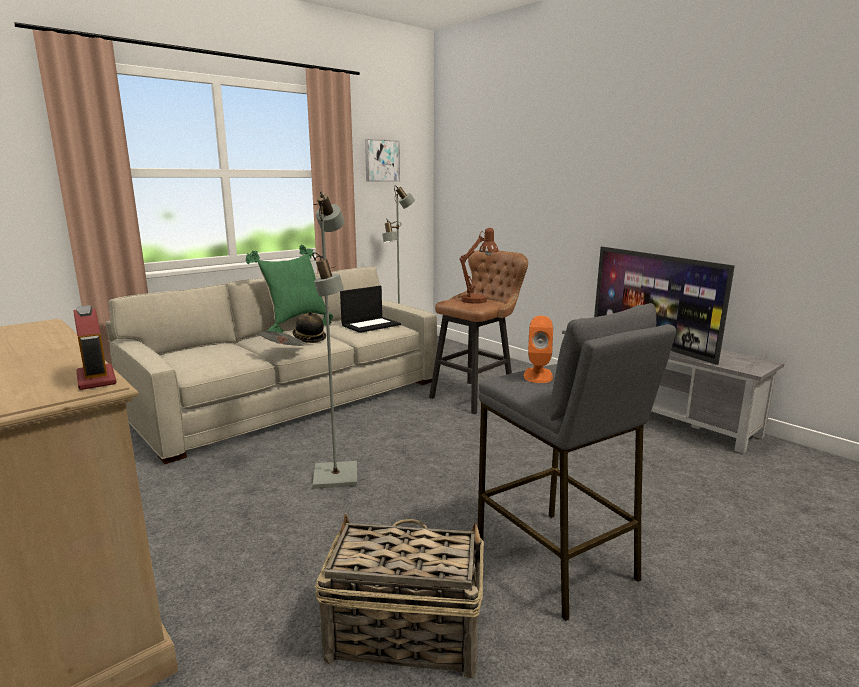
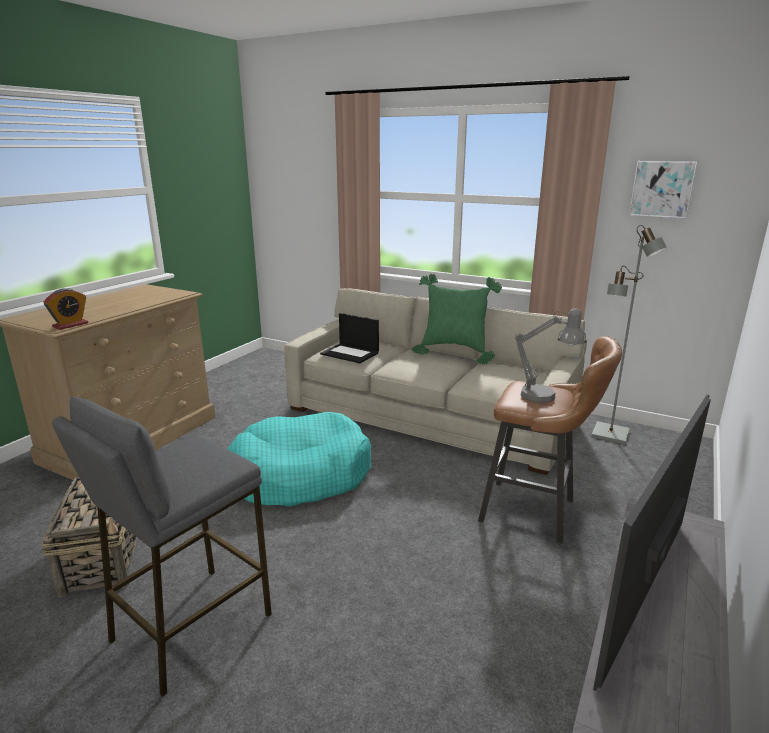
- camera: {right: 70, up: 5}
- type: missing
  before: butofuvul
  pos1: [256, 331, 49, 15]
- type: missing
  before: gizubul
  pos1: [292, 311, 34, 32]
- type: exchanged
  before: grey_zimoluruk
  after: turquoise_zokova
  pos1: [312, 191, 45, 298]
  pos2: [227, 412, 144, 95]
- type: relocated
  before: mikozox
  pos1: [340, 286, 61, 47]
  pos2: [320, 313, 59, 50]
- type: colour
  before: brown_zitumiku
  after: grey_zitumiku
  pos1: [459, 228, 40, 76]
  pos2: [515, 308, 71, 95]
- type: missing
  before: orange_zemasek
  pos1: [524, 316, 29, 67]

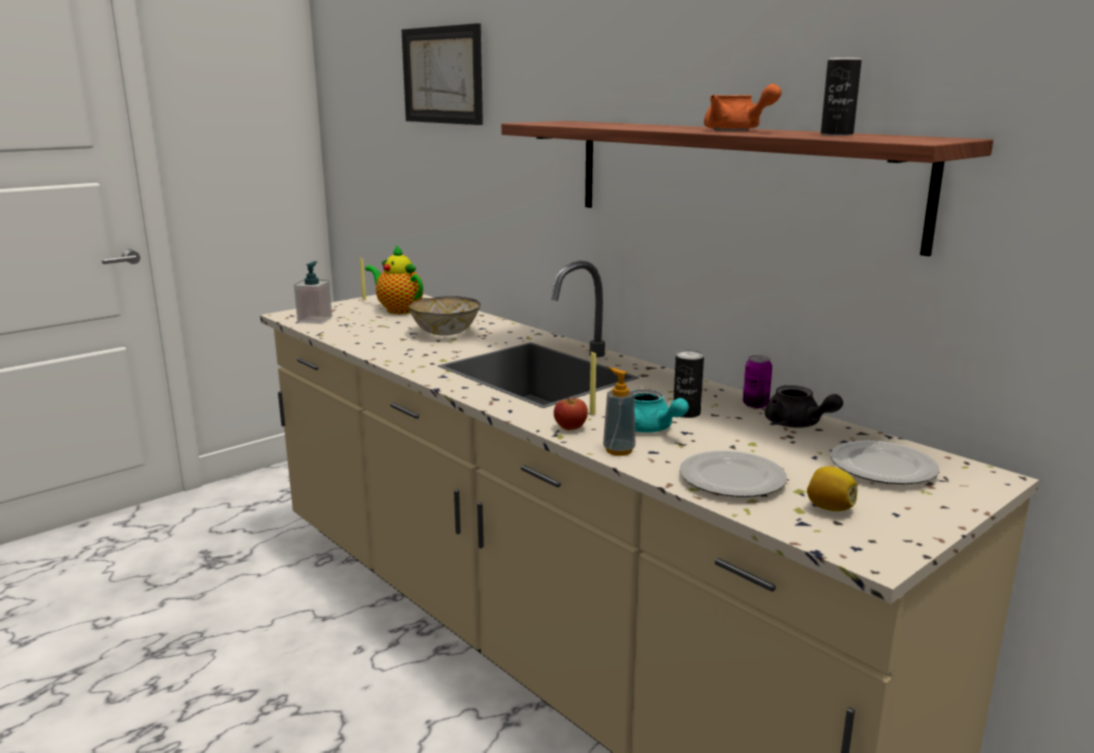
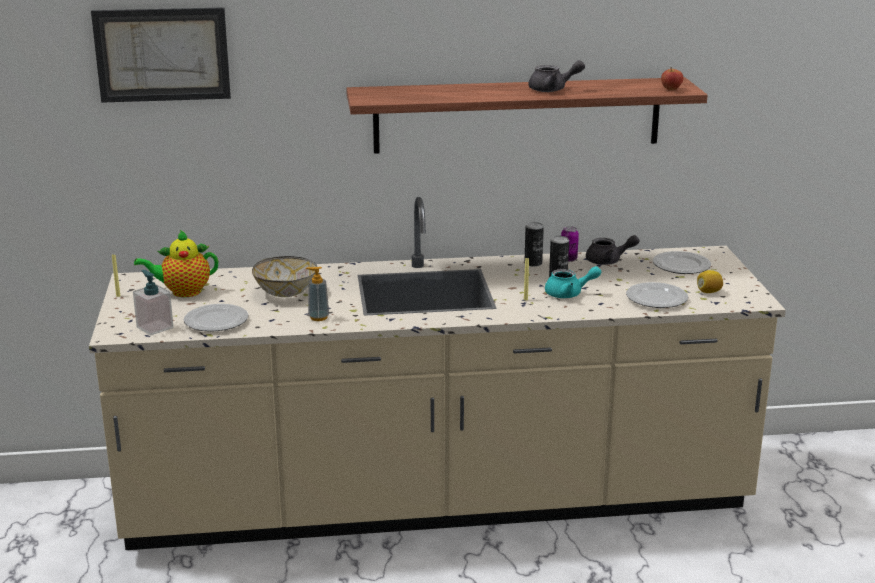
- camera: {right: -55, up: 5}
- type: relocated
  before: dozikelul
  pos1: [554, 395, 34, 35]
  pos2: [661, 68, 22, 22]
- type: relocated
  before: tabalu
  pos1: [603, 368, 32, 88]
  pos2: [306, 267, 23, 54]
- type: colour
  before: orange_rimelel
  after: grey_rimelel
  pos1: [704, 84, 78, 47]
  pos2: [529, 60, 56, 32]
- type: relocated
  before: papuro
  pos1: [821, 57, 41, 79]
  pos2: [524, 222, 20, 45]
- type: appeared
  after: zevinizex
  pos2: [184, 304, 64, 28]

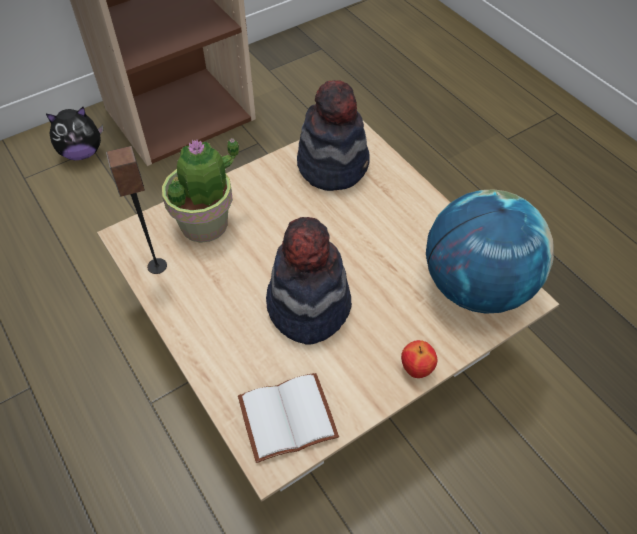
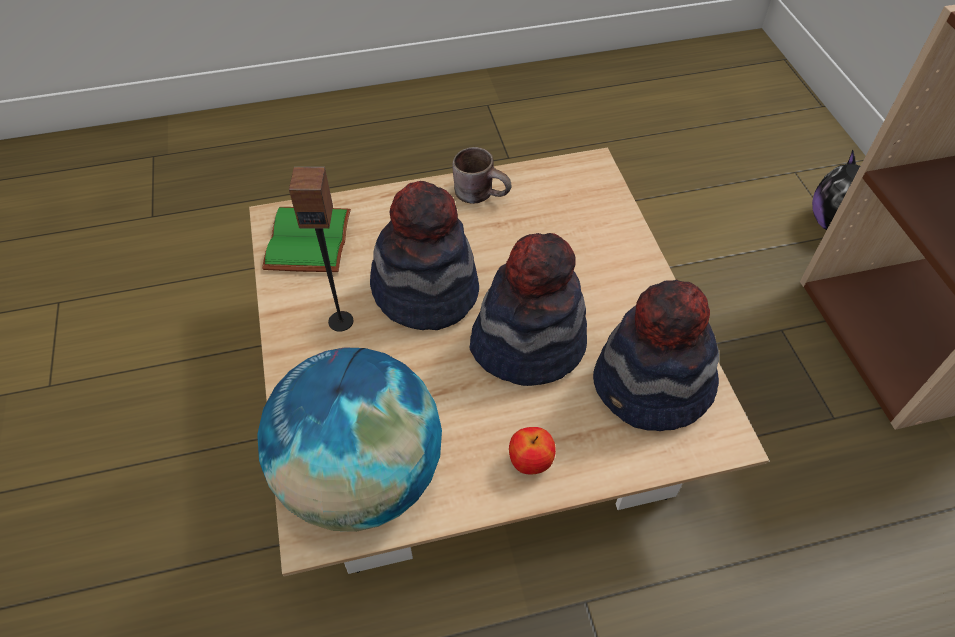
- camera: {right: 110, up: 0}
- type: relocated
  before: zemasek
  pos1: [106, 146, 61, 128]
  pos2: [289, 167, 64, 165]
- type: missing
  before: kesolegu
  pos1: [162, 138, 77, 105]
- type: colour
  before: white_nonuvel
  after: green_nonuvel
  pos1: [238, 373, 101, 90]
  pos2: [262, 207, 89, 65]
- type: relocated
  before: dozikelul
  pos1: [401, 340, 37, 38]
  pos2: [509, 427, 47, 47]
- type: appeared
  after: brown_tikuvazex
  pos2: [452, 147, 60, 57]
- type: appeared
  after: gizubul
  pos2: [470, 233, 117, 153]

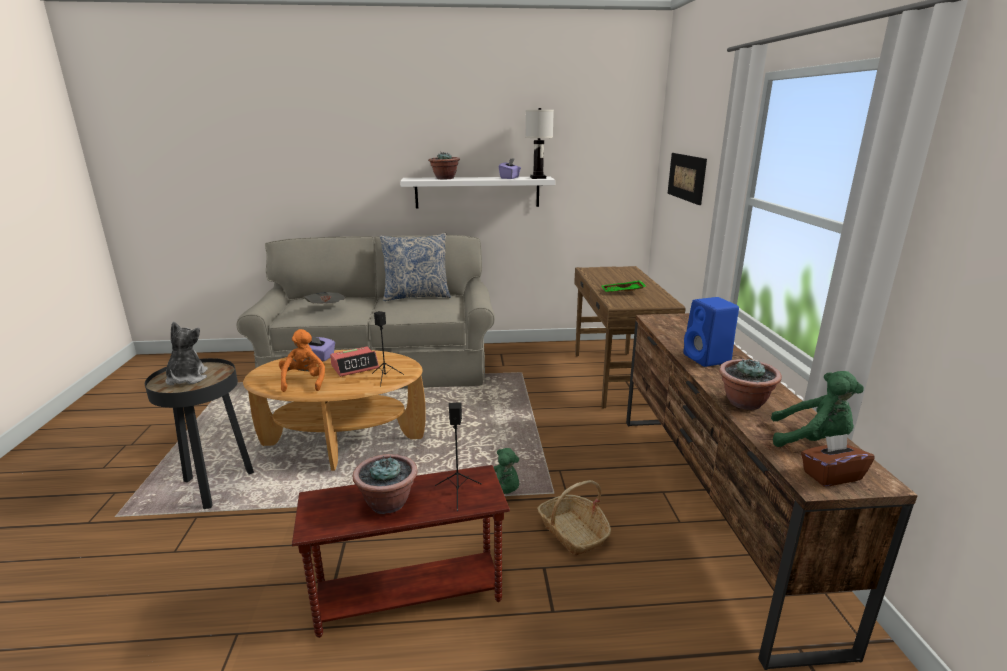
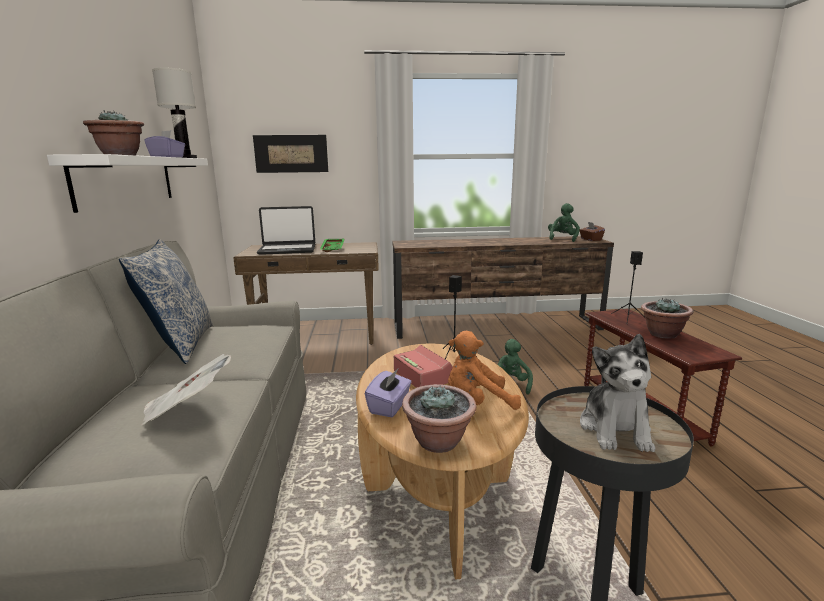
- camera: {right: -90, up: -5}
- type: spun
  before: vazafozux
  pos1: [166, 321, 42, 64]
  pos2: [580, 334, 75, 118]
  turn: -75
- type: missing
  before: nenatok
  pos1: [537, 480, 74, 75]
- type: missing
  before: blue_zemasek
  pos1: [683, 297, 56, 70]
- type: relocated
  before: kesolegu
  pos1: [719, 358, 63, 52]
  pos2: [402, 384, 74, 69]
- type: appeared
  after: mikozox
  pos2: [257, 206, 58, 49]

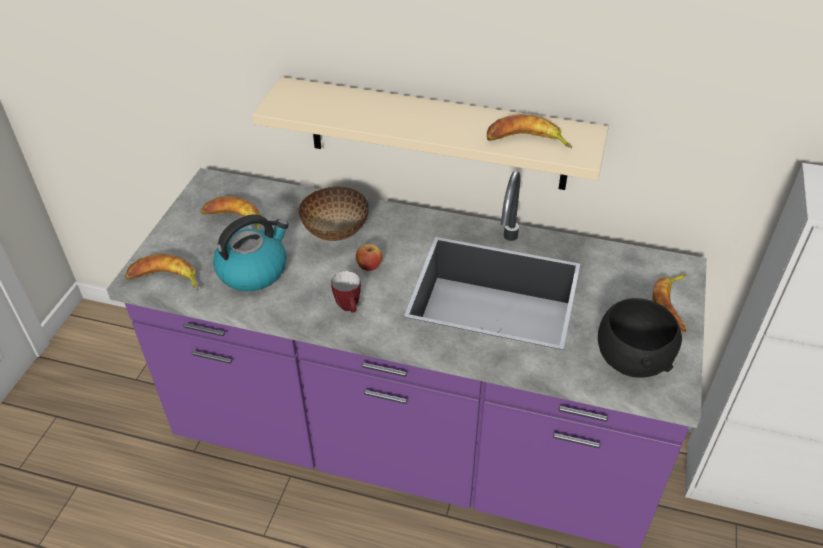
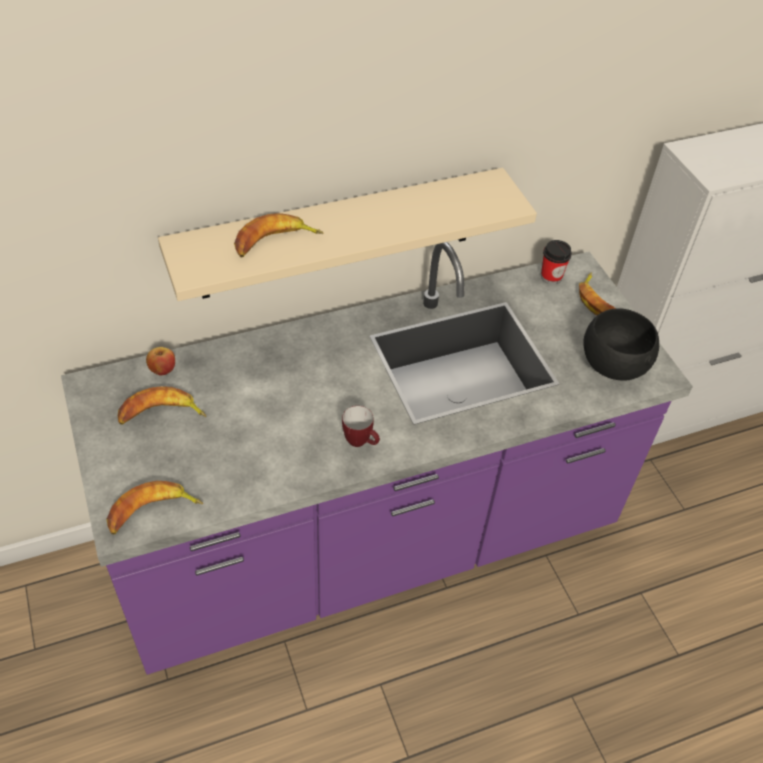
- camera: {right: -40, up: 5}
- type: missing
  before: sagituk
  pos1: [213, 214, 76, 77]
- type: missing
  before: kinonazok
  pos1: [298, 186, 71, 55]
- type: relocated
  before: dozikelul
  pos1: [355, 244, 28, 27]
  pos2: [146, 347, 29, 29]
- type: relocated
  before: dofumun
  pos1: [487, 114, 85, 34]
  pos2: [234, 213, 90, 44]
- type: appeared
  after: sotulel
  pos2: [541, 240, 31, 45]

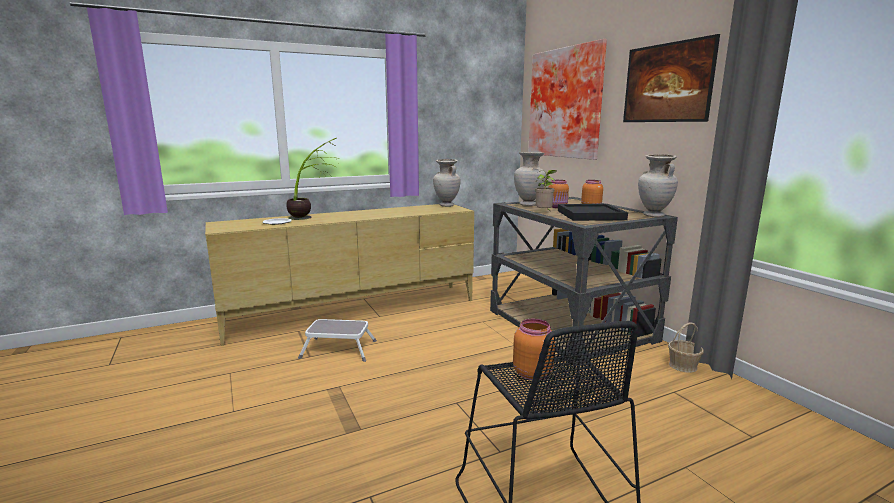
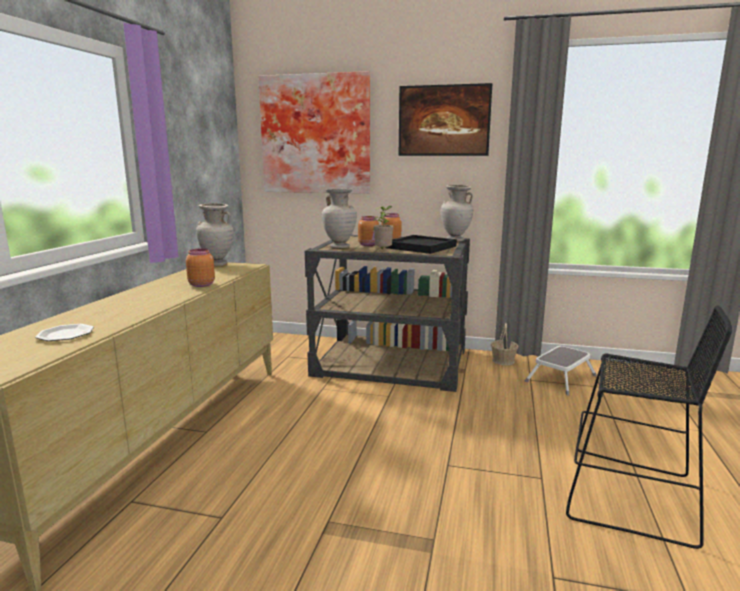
- camera: {right: -50, up: 0}
- type: missing
  before: kesolegu
  pos1: [286, 137, 55, 83]
- type: relocated
  before: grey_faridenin
  pos1: [298, 319, 79, 43]
  pos2: [525, 346, 72, 49]
- type: relocated
  before: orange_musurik
  pos1: [513, 319, 42, 61]
  pos2: [186, 248, 29, 39]

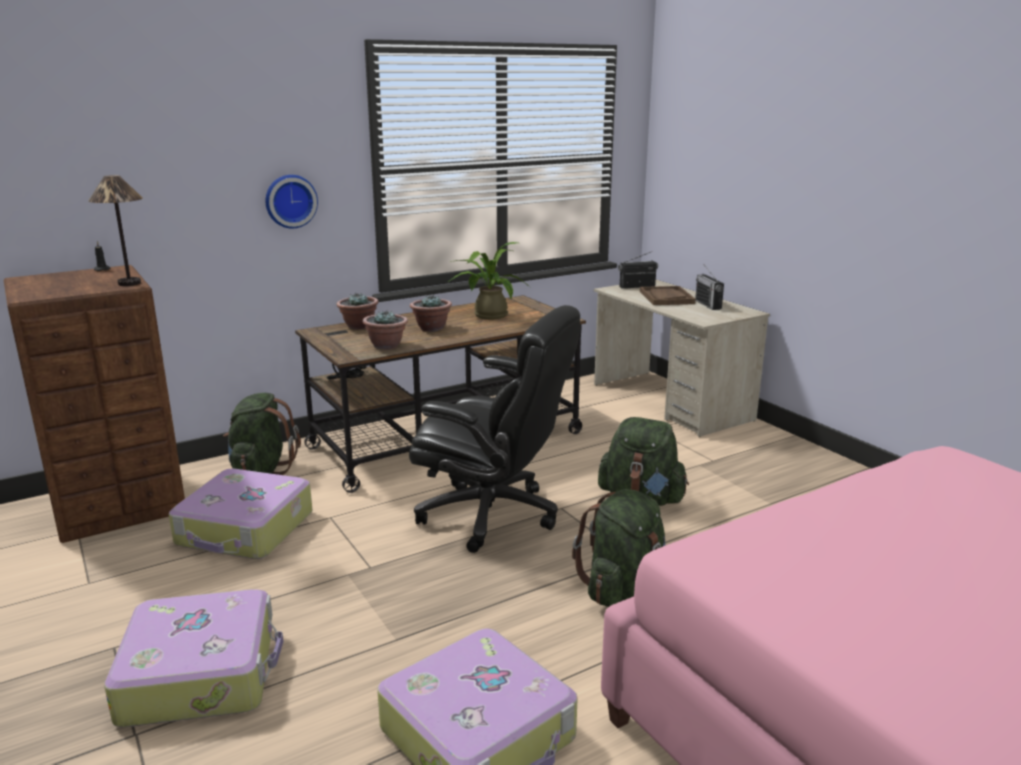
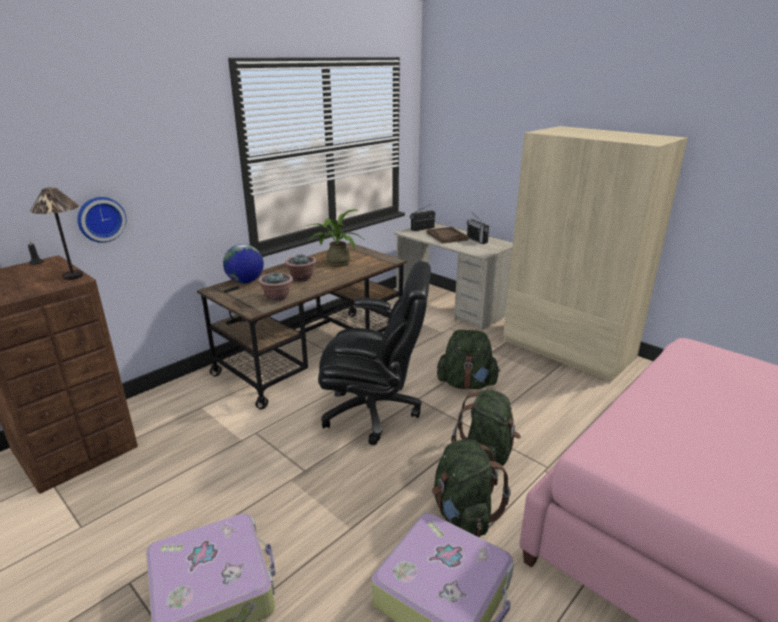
- camera: {right: -15, up: 5}
- type: missing
  before: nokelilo
  pos1: [169, 468, 143, 91]
- type: relocated
  before: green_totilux
  pos1: [223, 393, 78, 82]
  pos2: [432, 439, 79, 98]
- type: relocated
  before: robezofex
  pos1: [265, 175, 53, 54]
  pos2: [77, 197, 49, 46]
- type: exchanged
  before: kesolegu
  after: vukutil
  pos1: [336, 293, 43, 36]
  pos2: [223, 244, 41, 39]
- type: appeared
  after: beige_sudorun
  pos2: [503, 126, 185, 257]

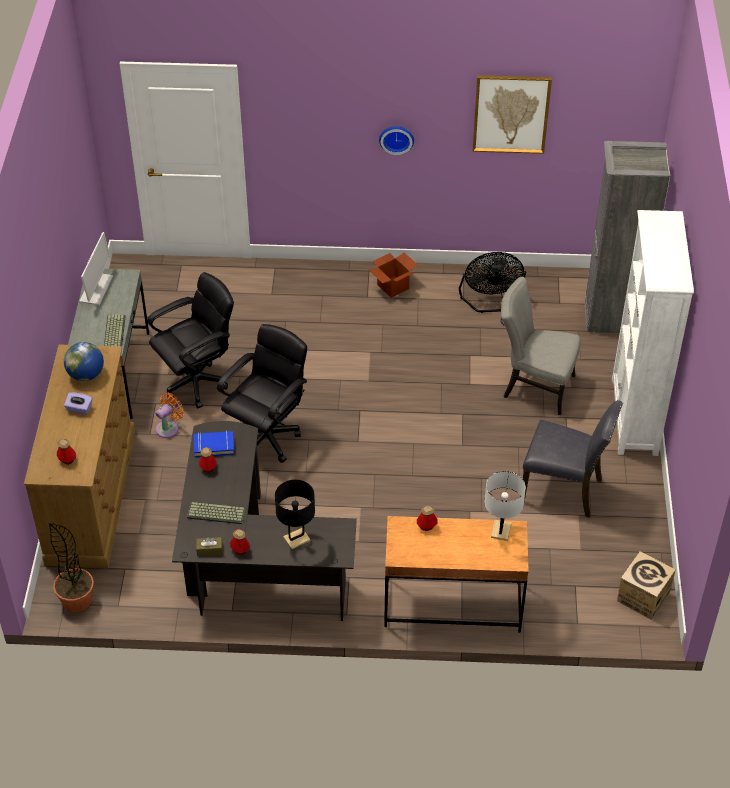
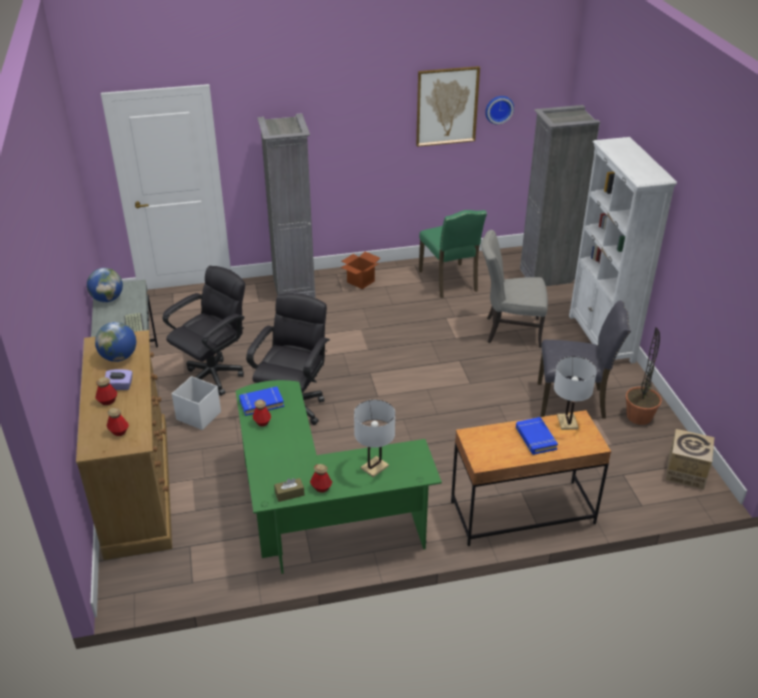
- camera: {right: -15, up: -10}
- type: relocated
  before: kesolegu
  pos1: [49, 523, 45, 90]
  pos2: [626, 327, 36, 98]
- type: exchanged
  before: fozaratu
  after: vukutil
  pos1: [79, 232, 34, 73]
  pos2: [87, 268, 36, 34]
- type: exchanged
  before: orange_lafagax
  after: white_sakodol
  pos1: [155, 392, 29, 46]
  pos2: [172, 376, 49, 54]
- type: colour
  before: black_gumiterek
  after: green_gumiterek
  pos1: [172, 421, 185, 200]
  pos2: [236, 380, 206, 194]
- type: missing
  before: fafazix
  pos1: [187, 502, 59, 22]
- type: colour
  before: black_zitumiku
  after: white_zitumiku
  pos1: [275, 480, 40, 69]
  pos2: [354, 400, 41, 77]
- type: relocated
  before: robezofex
  pos1: [379, 126, 35, 29]
  pos2: [485, 96, 29, 29]
- type: relocated
  before: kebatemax
  pos1: [417, 506, 21, 25]
  pos2: [95, 377, 22, 28]
- type: exchanged
  before: black_lafagax
  after: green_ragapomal
  pos1: [459, 252, 67, 74]
  pos2: [419, 210, 68, 88]
- type: appeared
  after: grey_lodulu
  pos2: [257, 113, 58, 185]
- type: appeared
  after: blue_nonuvel
  pos2: [516, 417, 42, 38]

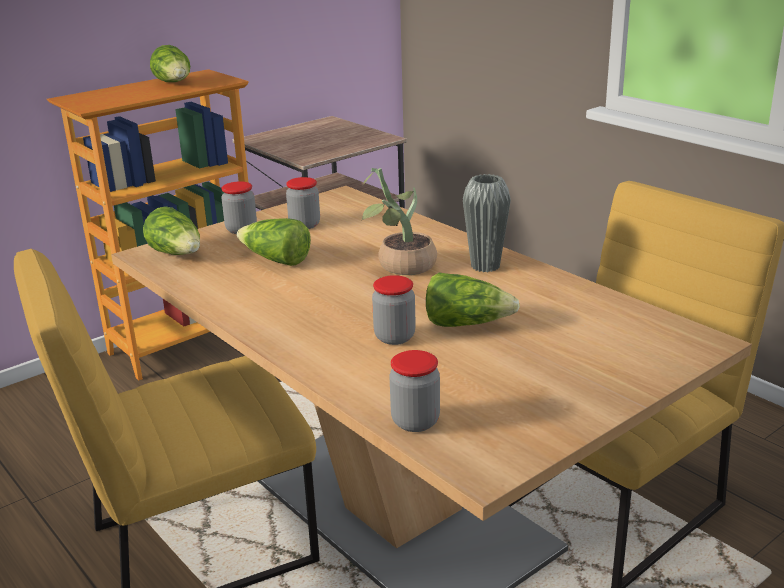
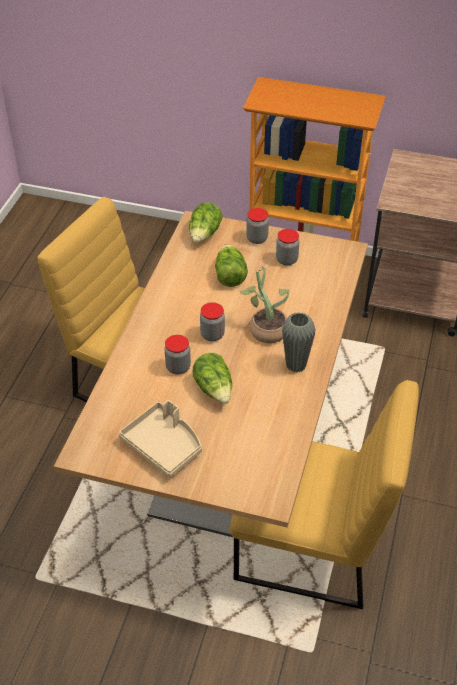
- camera: {right: 55, up: 20}
- type: missing
  before: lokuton
  pos1: [150, 45, 40, 37]
- type: relocated
  before: musurik
  pos1: [390, 350, 50, 82]
  pos2: [200, 302, 25, 39]
- type: appeared
  after: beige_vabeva
  pos2: [118, 400, 84, 78]

